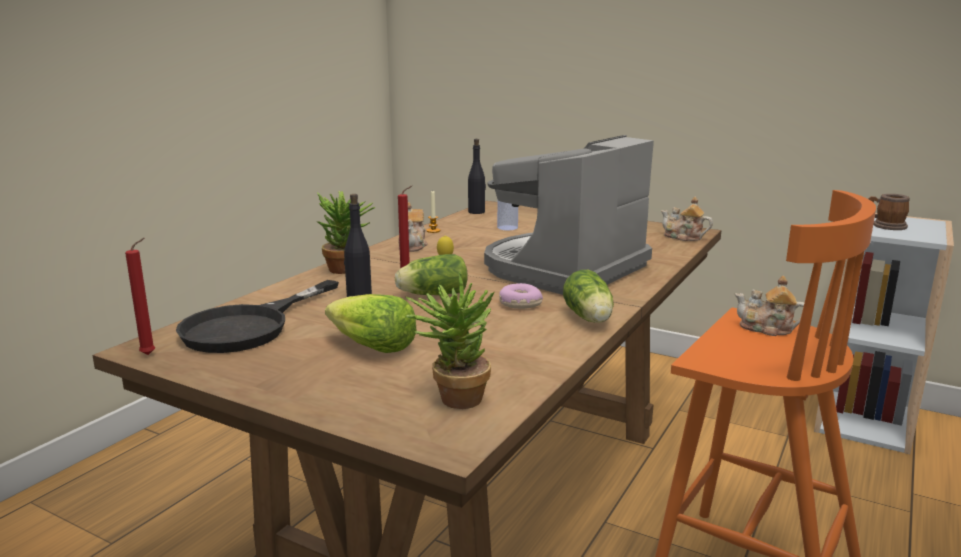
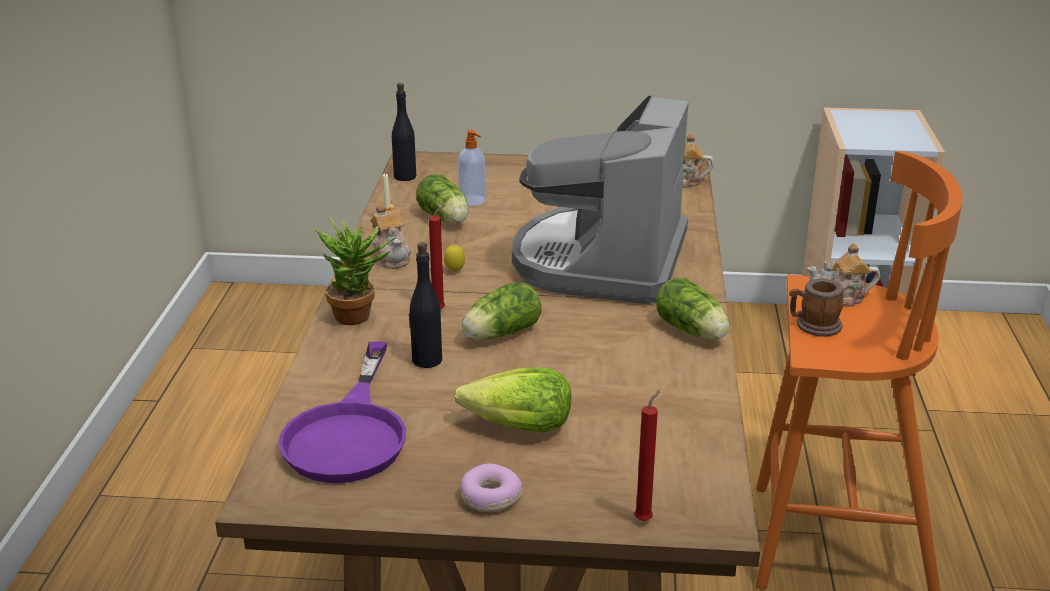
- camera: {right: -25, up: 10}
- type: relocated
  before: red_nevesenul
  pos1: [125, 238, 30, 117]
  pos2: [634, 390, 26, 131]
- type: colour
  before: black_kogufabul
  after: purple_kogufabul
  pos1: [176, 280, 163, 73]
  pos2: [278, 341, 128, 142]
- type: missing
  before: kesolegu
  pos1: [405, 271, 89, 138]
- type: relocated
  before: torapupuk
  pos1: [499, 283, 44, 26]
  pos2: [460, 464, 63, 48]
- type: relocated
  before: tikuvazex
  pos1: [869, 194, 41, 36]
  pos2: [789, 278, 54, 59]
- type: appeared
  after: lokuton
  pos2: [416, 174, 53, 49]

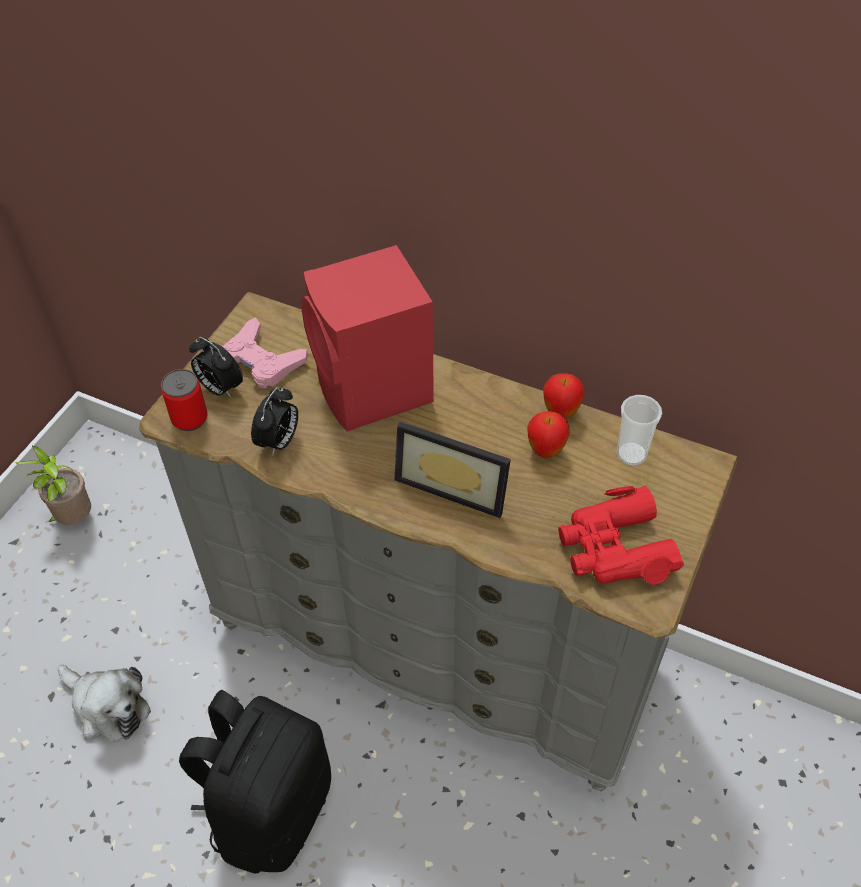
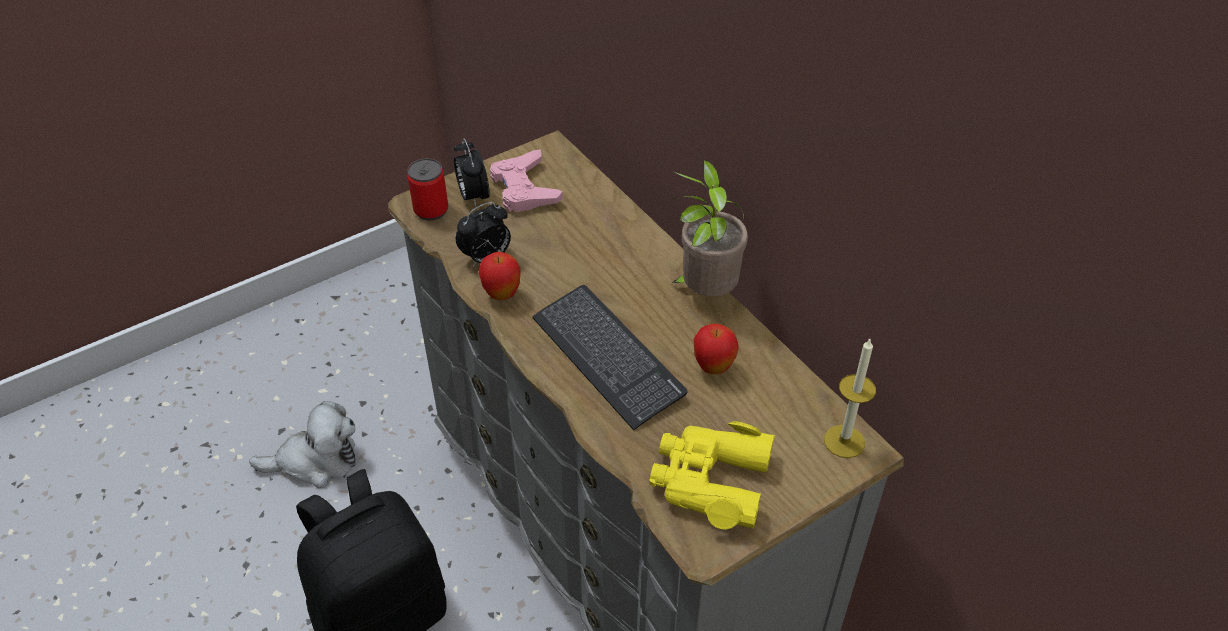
- camera: {right: 30, up: -5}
- type: relocated
  before: kesolegu
  pos1: [15, 446, 76, 79]
  pos2: [671, 160, 77, 136]
- type: spun
  before: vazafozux
  pos1: [58, 665, 93, 77]
  pos2: [249, 401, 106, 87]
  turn: -75
- type: missing
  before: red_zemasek
  pos1: [301, 245, 133, 187]
- type: exchanged
  before: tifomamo
  after: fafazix
  pos1: [394, 421, 117, 97]
  pos2: [532, 285, 155, 145]
- type: relocated
  before: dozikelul
  pos1: [543, 373, 42, 46]
  pos2: [479, 252, 42, 48]
- type: colour
  before: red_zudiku
  after: yellow_zudiku
  pos1: [558, 486, 126, 99]
  pos2: [649, 421, 126, 109]
- type: missing
  before: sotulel
  pos1: [617, 395, 45, 71]
- type: appeared
  after: nevesenul
  pos2: [824, 339, 52, 119]

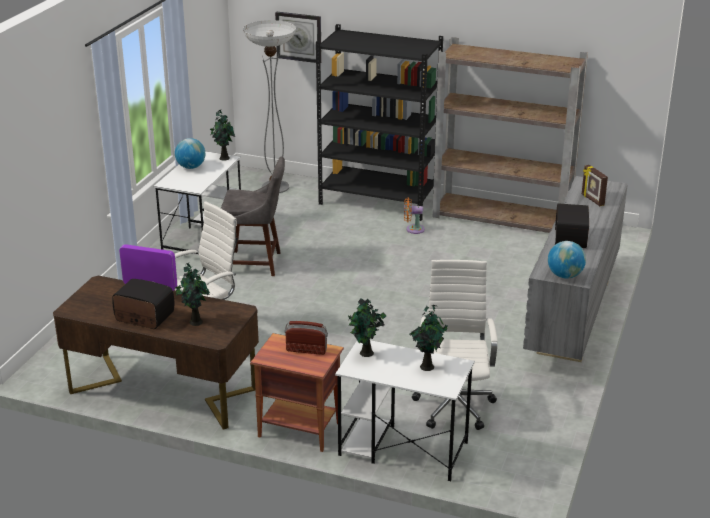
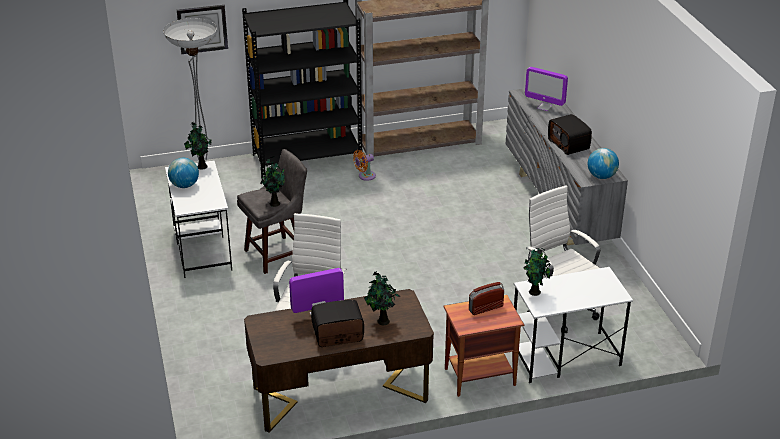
- camera: {right: -35, up: 5}
- type: relocated
  before: kesolegu
  pos1: [410, 304, 37, 67]
  pos2: [260, 156, 25, 51]
- type: exchanged
  before: tifomamo
  after: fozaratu
  pos1: [582, 165, 26, 41]
  pos2: [525, 67, 43, 44]

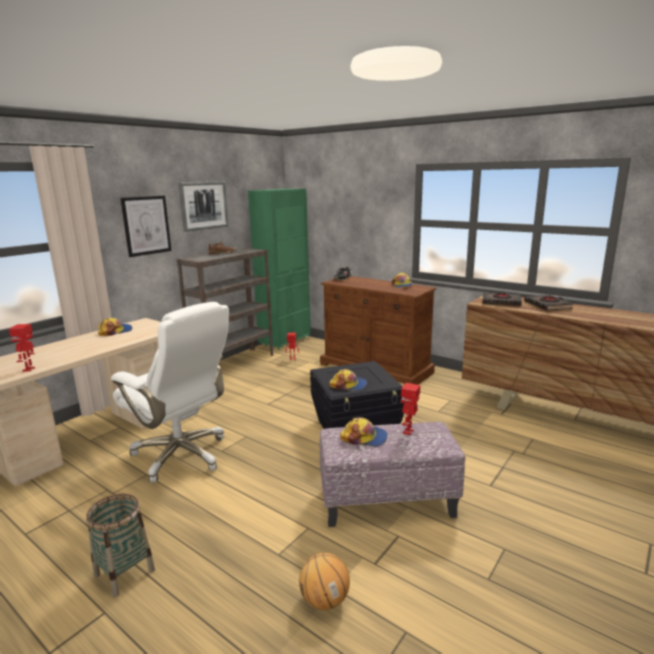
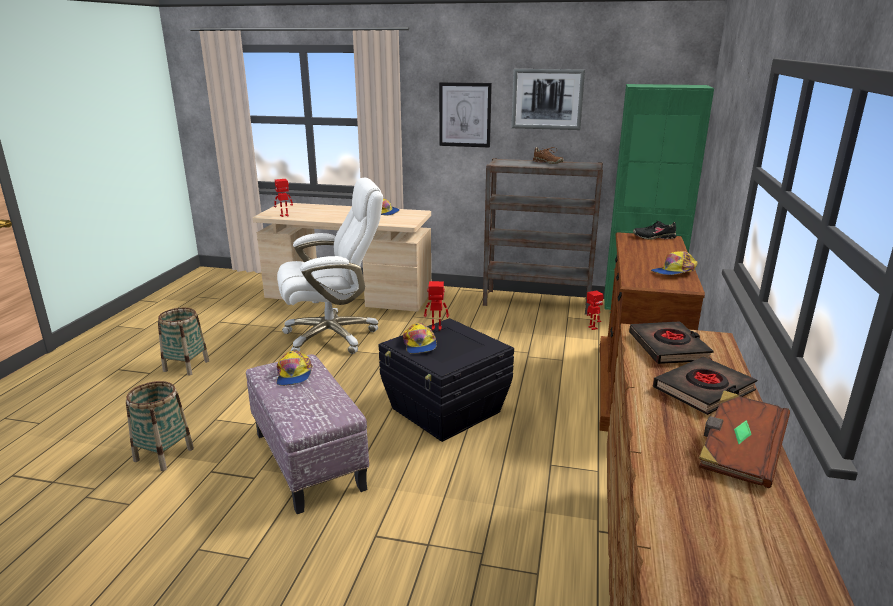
- camera: {right: 65, up: 5}
- type: spun
  before: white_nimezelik
  pos1: [111, 302, 118, 181]
  pos2: [277, 177, 106, 177]
  turn: -120
- type: exchanged
  before: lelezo
  after: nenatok
  pos1: [299, 553, 51, 57]
  pos2: [126, 381, 68, 90]
- type: relocated
  before: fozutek
  pos1: [401, 383, 19, 52]
  pos2: [424, 281, 25, 49]
- type: appeared
  after: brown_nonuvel
  pos2: [698, 391, 92, 97]

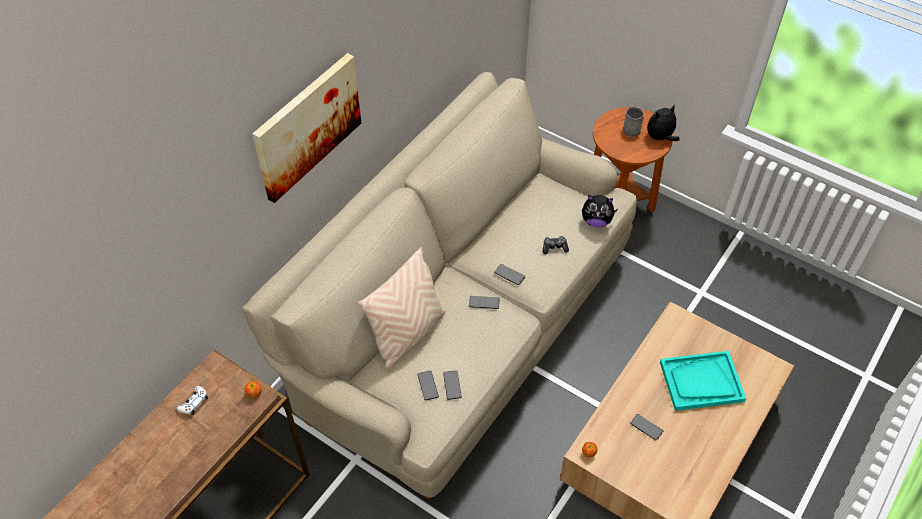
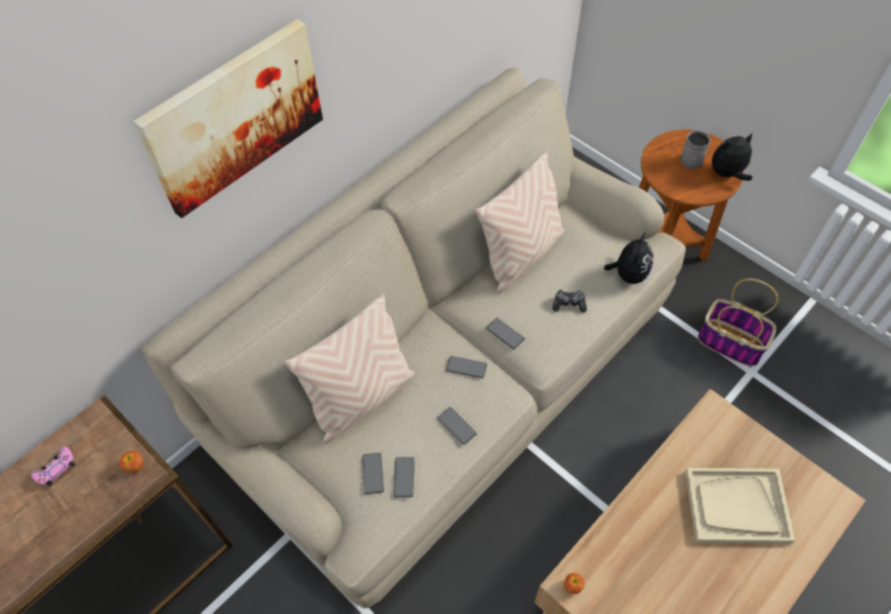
- camera: {right: 10, up: 5}
- type: colour
  before: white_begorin
  after: pink_begorin
  pos1: [177, 386, 31, 29]
  pos2: [31, 446, 44, 40]
- type: spun
  before: vazafozux
  pos1: [582, 195, 35, 32]
  pos2: [604, 232, 49, 52]
  turn: -90
- type: relocated
  before: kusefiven
  pos1: [630, 414, 33, 27]
  pos2: [437, 407, 40, 38]
- type: colour
  before: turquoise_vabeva
  after: beige_vabeva
  pos1: [660, 351, 86, 60]
  pos2: [685, 468, 110, 76]
- type: appeared
  after: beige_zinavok
  pos2: [475, 151, 89, 143]
- type: appeared
  after: nenatok
  pos2: [698, 279, 81, 88]

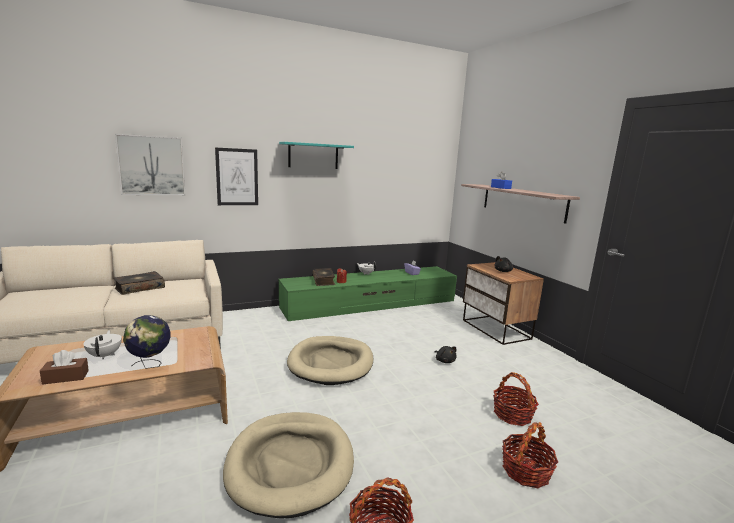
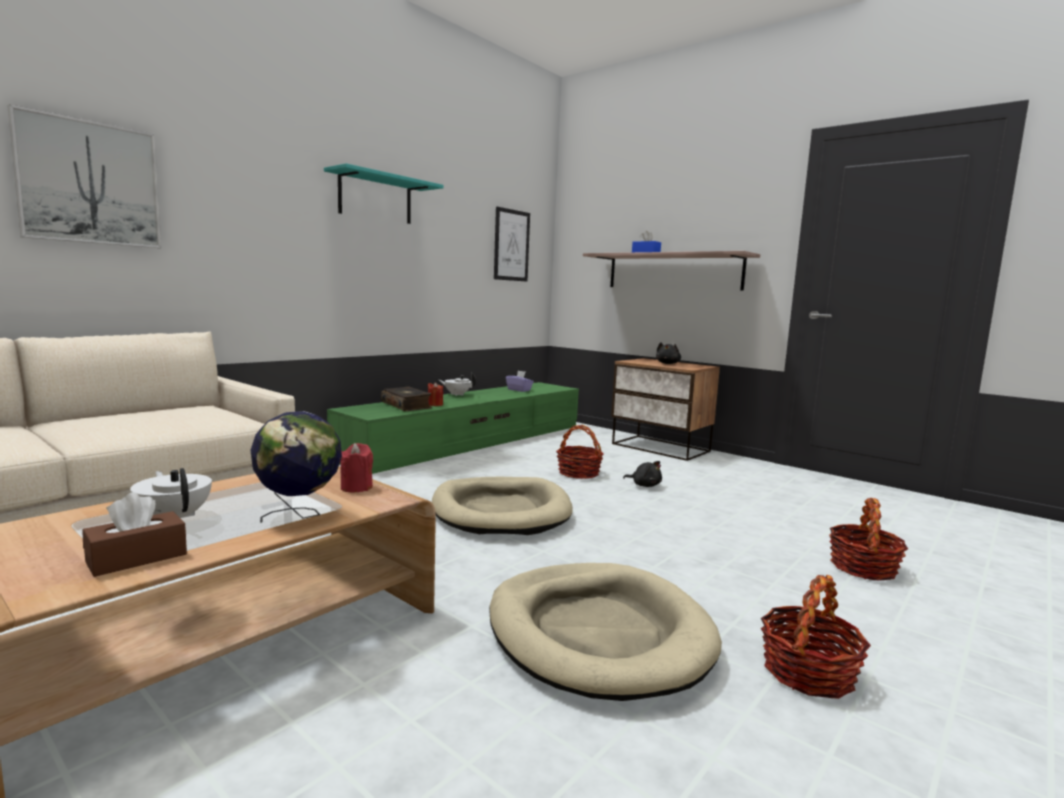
- camera: {right: -25, up: -5}
- type: missing
  before: nonuvel
  pos1: [114, 271, 51, 24]
- type: relocated
  before: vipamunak
  pos1: [215, 148, 43, 57]
  pos2: [494, 207, 36, 75]
- type: relocated
  before: nenatok
  pos1: [493, 372, 46, 54]
  pos2: [556, 425, 48, 54]
- type: appeared
  after: red_nevesenul
  pos2: [340, 443, 33, 49]

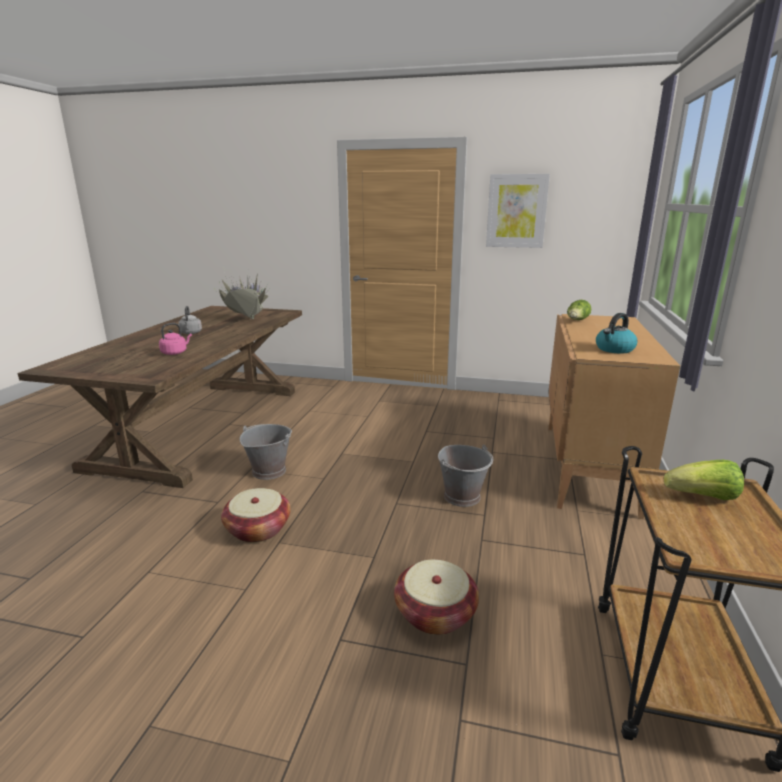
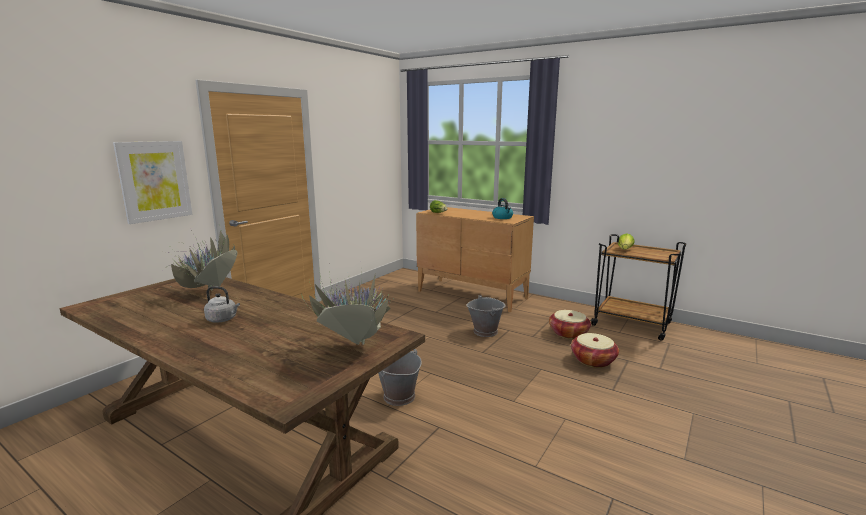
- camera: {right: -70, up: -5}
- type: missing
  before: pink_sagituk
  pos1: [159, 323, 33, 32]
- type: relocated
  before: nenatok
  pos1: [221, 488, 70, 55]
  pos2: [549, 310, 42, 29]
- type: relocated
  before: vipamunak
  pos1: [486, 174, 64, 74]
  pos2: [113, 141, 79, 83]
- type: appeared
  after: kesolegu
  pos2: [301, 261, 95, 84]

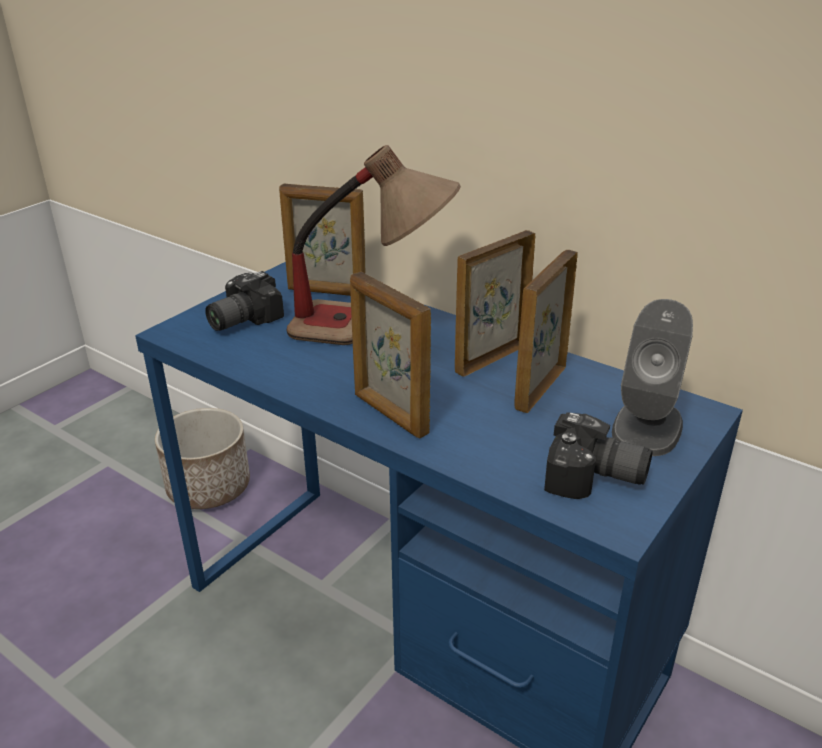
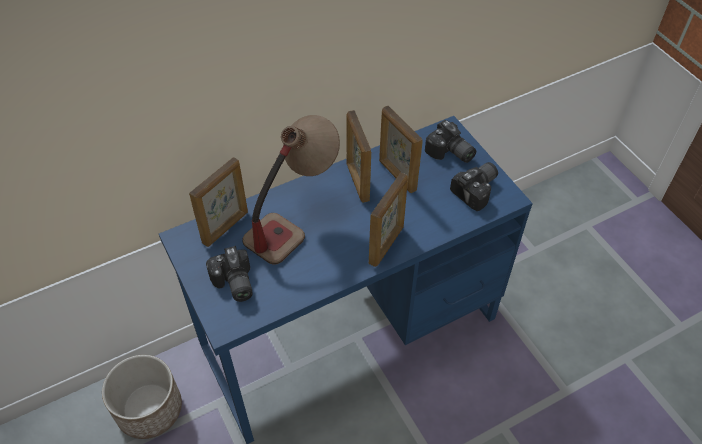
- camera: {right: -65, up: 20}
- type: spun
  before: tifomamo
  pos1: [350, 272, 81, 167]
  pos2: [369, 173, 39, 94]
  turn: -45
- type: exchanged
  before: grey_zemasek
  after: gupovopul
  pos1: [612, 299, 81, 157]
  pos2: [425, 120, 51, 43]

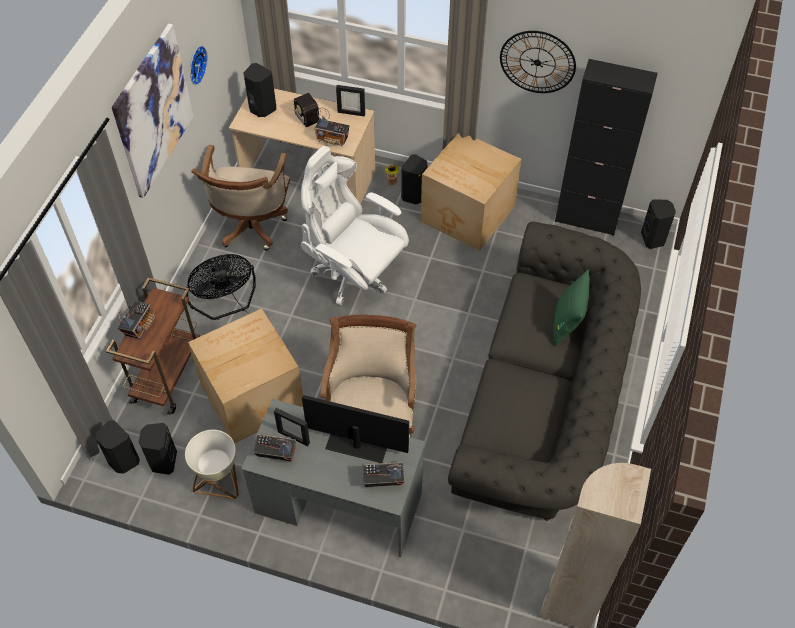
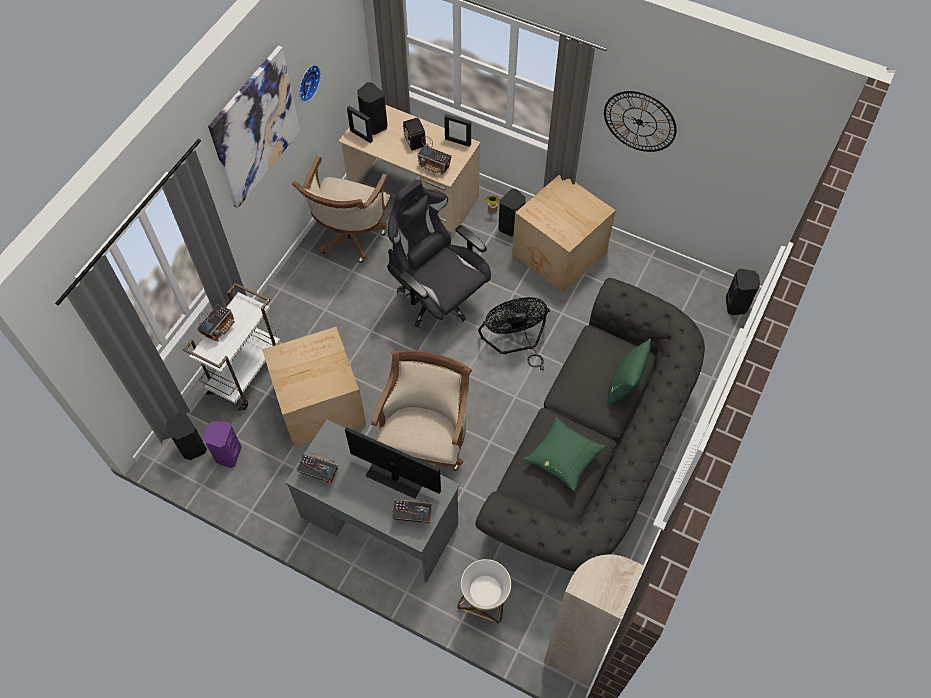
- camera: {right: 10, up: 5}
- type: colour
  before: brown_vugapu
  after: white_vugapu
  pos1: [106, 277, 94, 138]
  pos2: [183, 283, 98, 128]
- type: colour
  before: black_zemasek
  after: purple_zemasek
  pos1: [139, 423, 38, 52]
  pos2: [203, 421, 39, 47]
- type: relocated
  before: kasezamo
  pos1: [185, 430, 53, 69]
  pos2: [457, 559, 54, 64]
- type: relocated
  before: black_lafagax
  pos1: [186, 254, 70, 66]
  pos2: [478, 297, 72, 74]
- type: relocated
  before: tifomamo
  pos1: [274, 408, 36, 38]
  pos2: [347, 106, 26, 37]
- type: colour
  before: white_nimezelik
  after: black_nimezelik
  pos1: [301, 146, 108, 159]
  pos2: [387, 179, 104, 149]
- type: missing
  before: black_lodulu
  pos1: [555, 59, 103, 177]
- type: appeared
  after: green_zinavok
  pos2: [523, 416, 83, 75]

